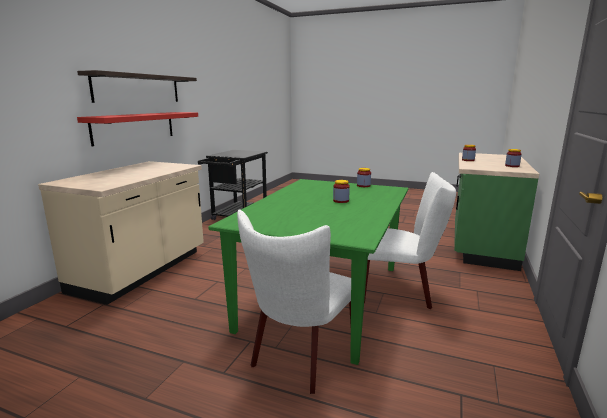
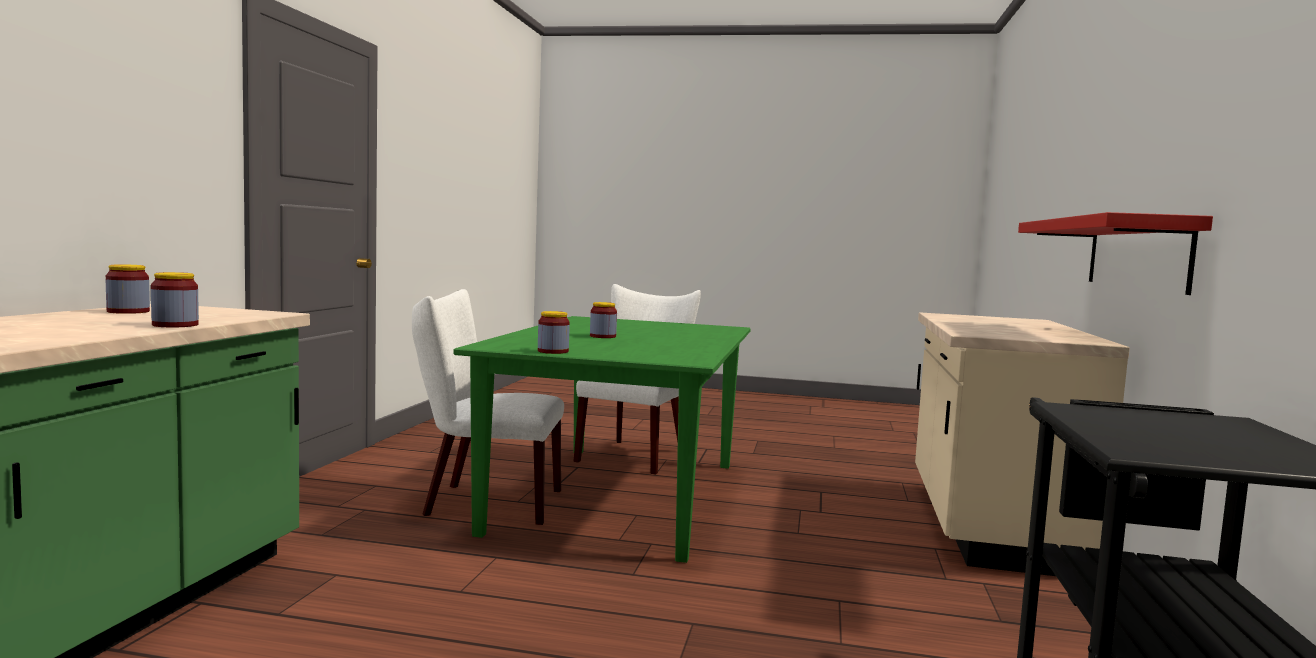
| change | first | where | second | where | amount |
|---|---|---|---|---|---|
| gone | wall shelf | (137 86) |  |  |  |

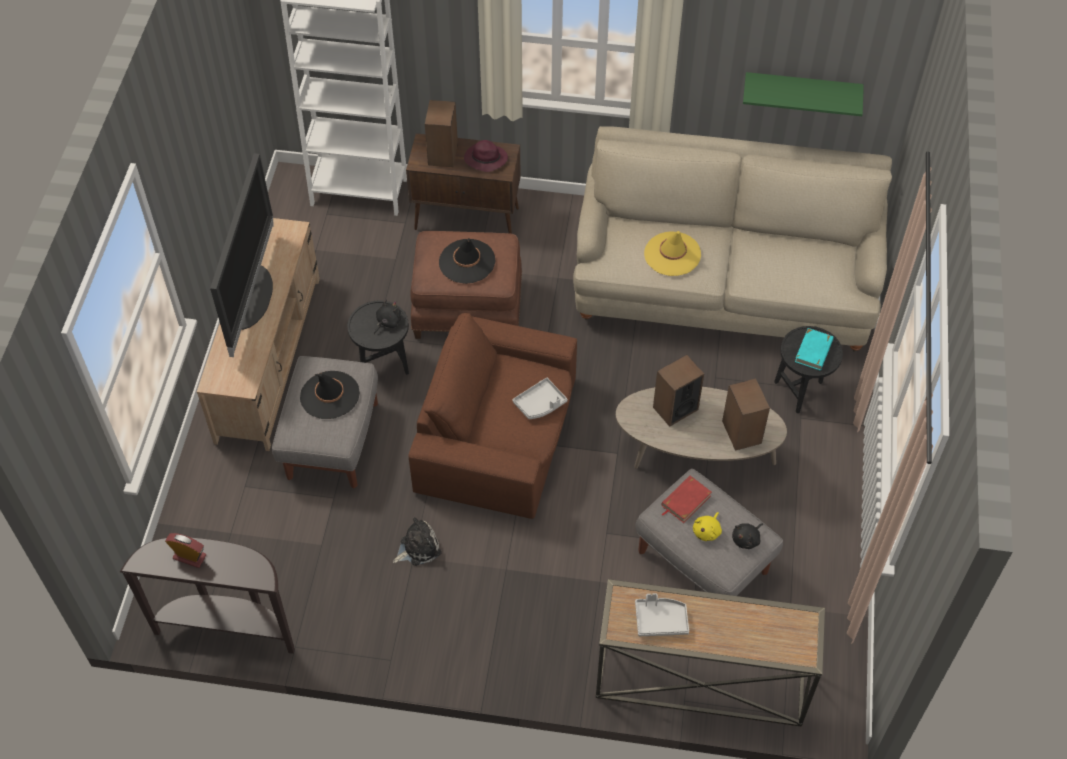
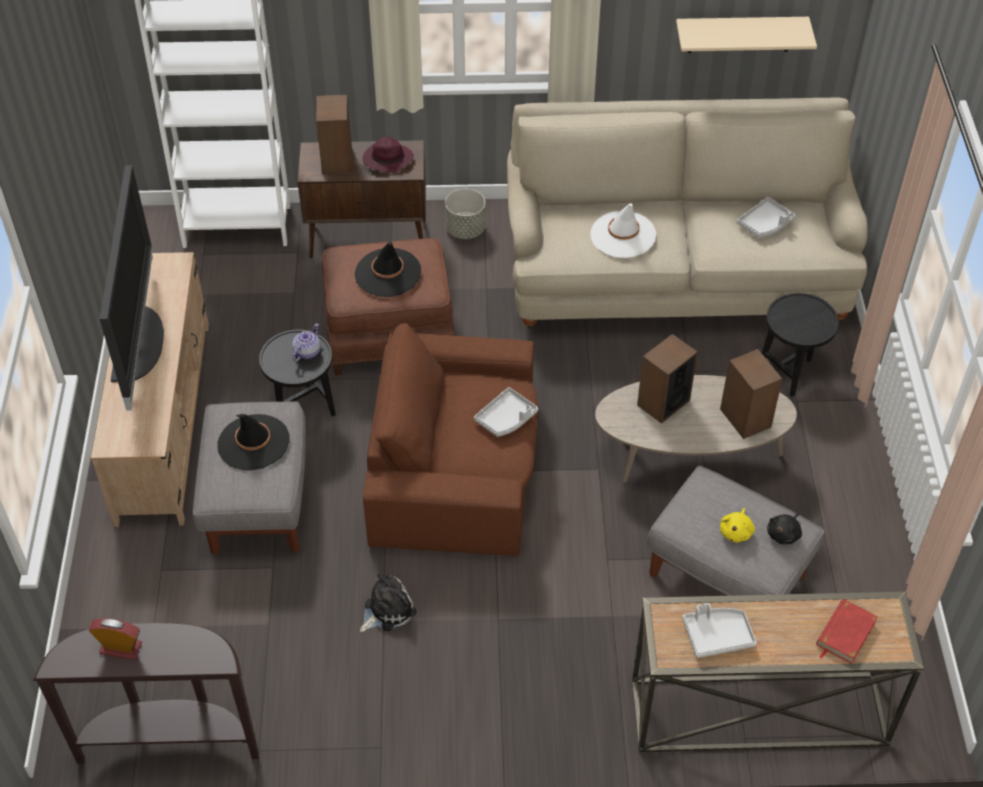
| change | first | where | second | where | amount |
|---|---|---|---|---|---|
| gone | blue-green volume | (814 349) |  |  |  |
| new |  |  | grey plant pot | (465 214) |  |
| new |  |  | grey serving tray | (766 217) |  |
| shifted | reddish volume | (686 499) |  | (847 631) |  |
| swapped | blackish cuddly toy | (387 317) | pot for tea | (306 342) |  |
| repainted | yellowish hat | (672 253) | white-coloured hat | (623 230) |  |
| repainted | greenish wall shelf | (803 94) | sand-coloured wall shelf | (746 35) |  |

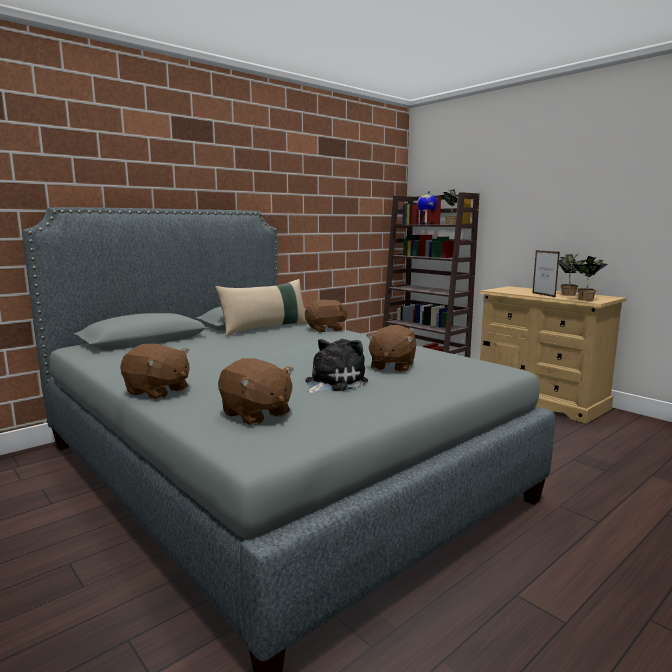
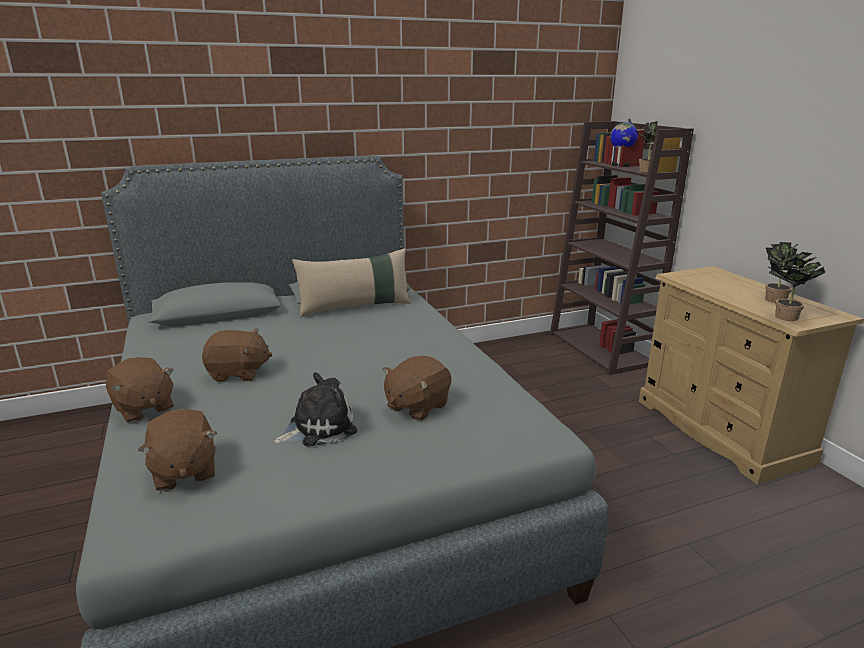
| change | first | where | second | where | amount |
|---|---|---|---|---|---|
| gone | standing frame | (546 273) |  |  |  |
| shifted | brown-coloured cuddly toy | (326 316) |  | (237 355) |  |

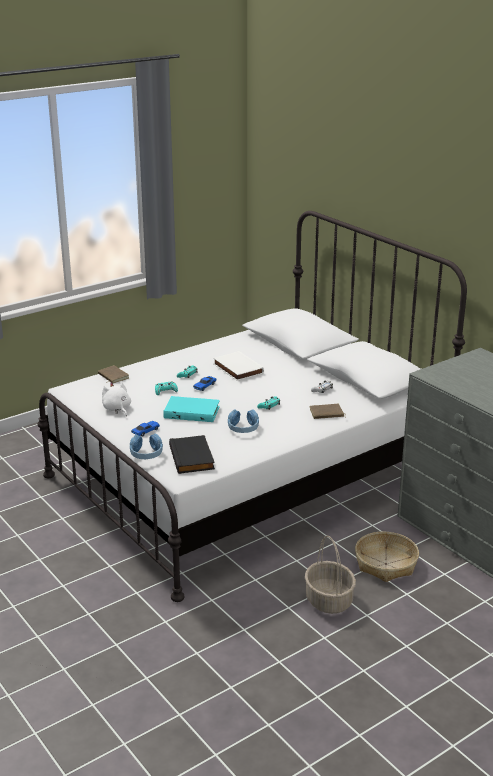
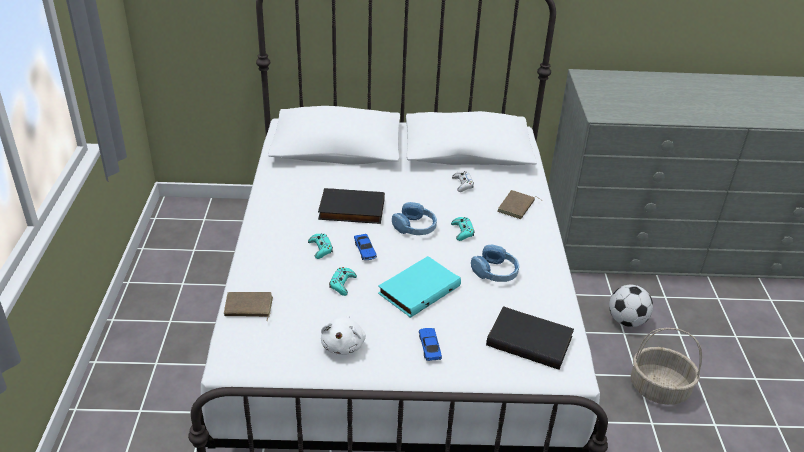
| change | first | where | second | where | amount |
|---|---|---|---|---|---|
| shifted | bluish headset | (146 446) |  | (414 218) |  |
| swapped | storage basket | (387 557) | football | (631 306) |  |
| repainted | white-coloured volume | (238 366) | blackish volume | (351 206) |  |
| rotated | white-coloured cuddly toy | (116 398) |  | (343 335) | 90 degrees counterclockwise |

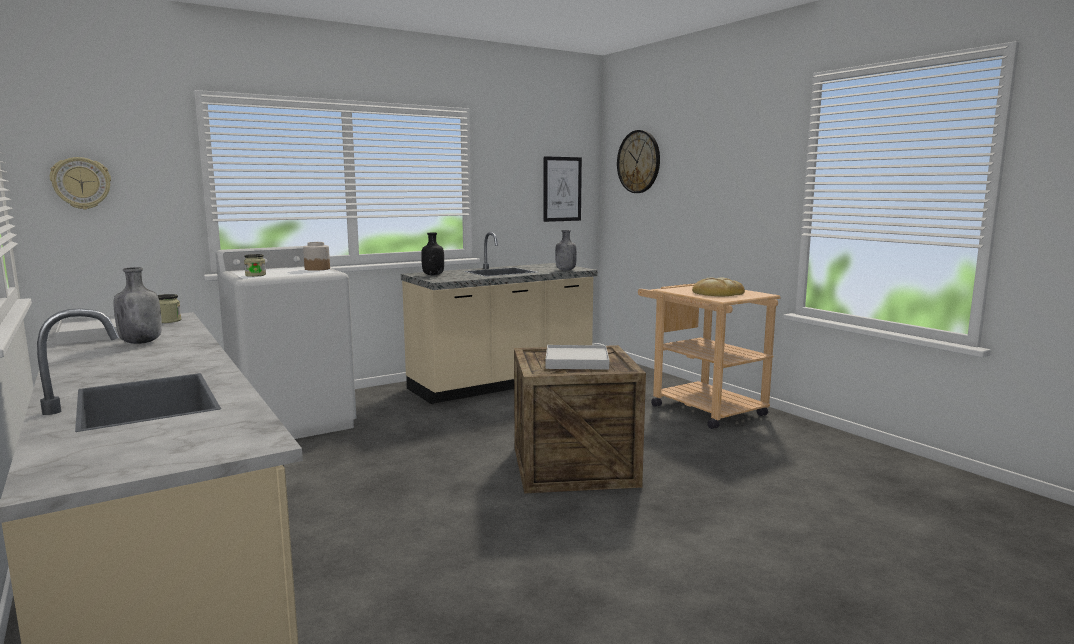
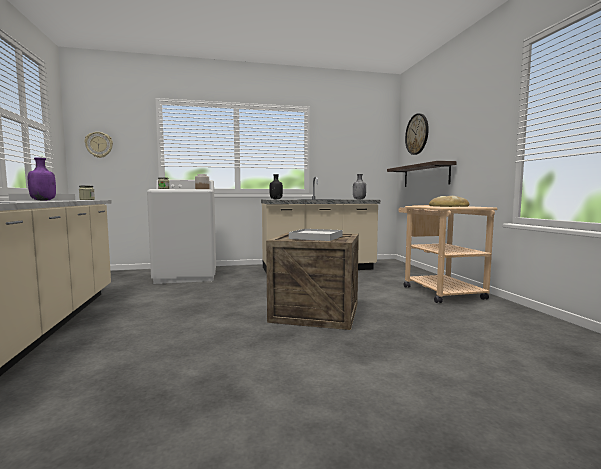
| change | first | where | second | where | amount |
|---|---|---|---|---|---|
| gone | wall picture | (563 189) |  |  |  |
| new |  |  | wall shelf | (422 174) |  |
| repainted | grey bottle | (137 305) | purple bottle | (42 179) |  |

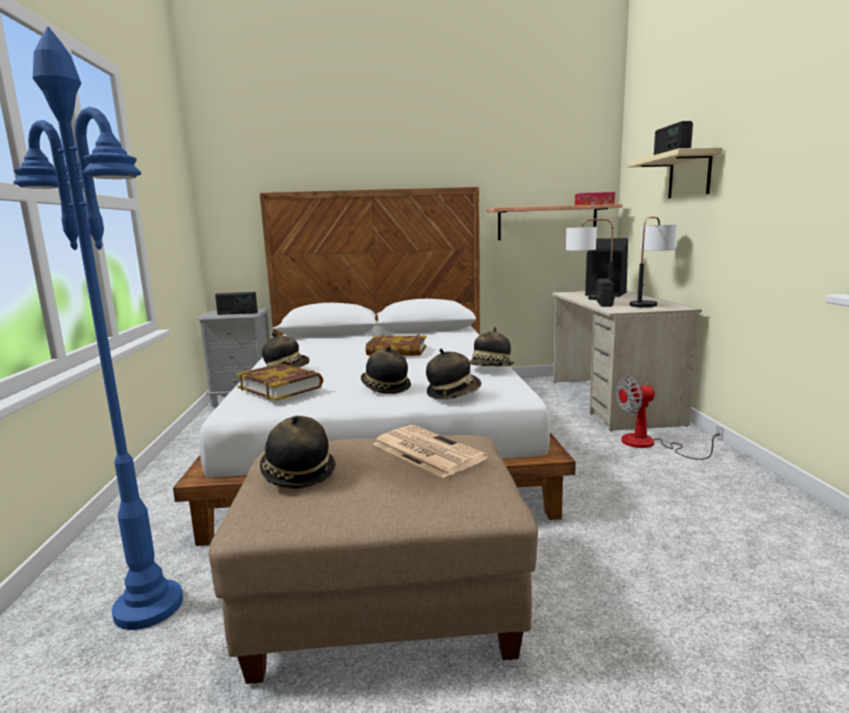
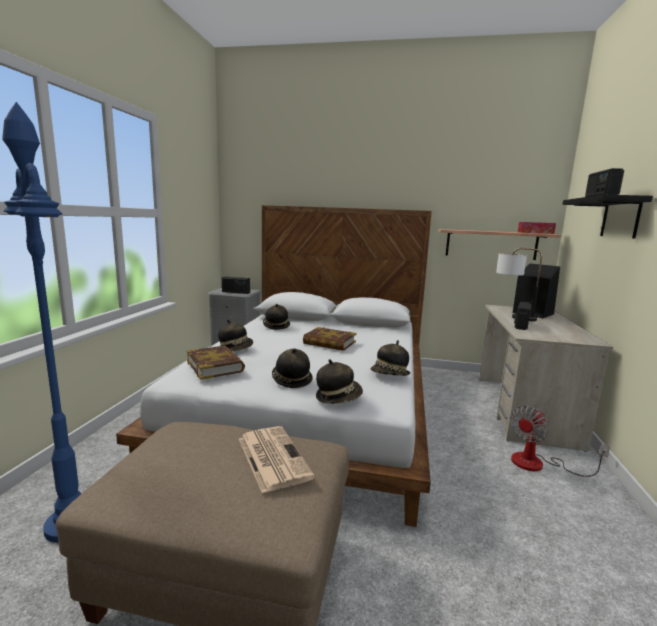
| change | first | where | second | where | amount |
|---|---|---|---|---|---|
| gone | tabletop lamp | (653 261) |  |  |  |
| shifted | hat | (298 452) |  | (276 317) |  |
| repainted | sand-coloured wall shelf | (675 172) | blackish wall shelf | (607 216) |  |
| rotated | cooling fan | (670 418) |  | (560 441) | 45 degrees counterclockwise |

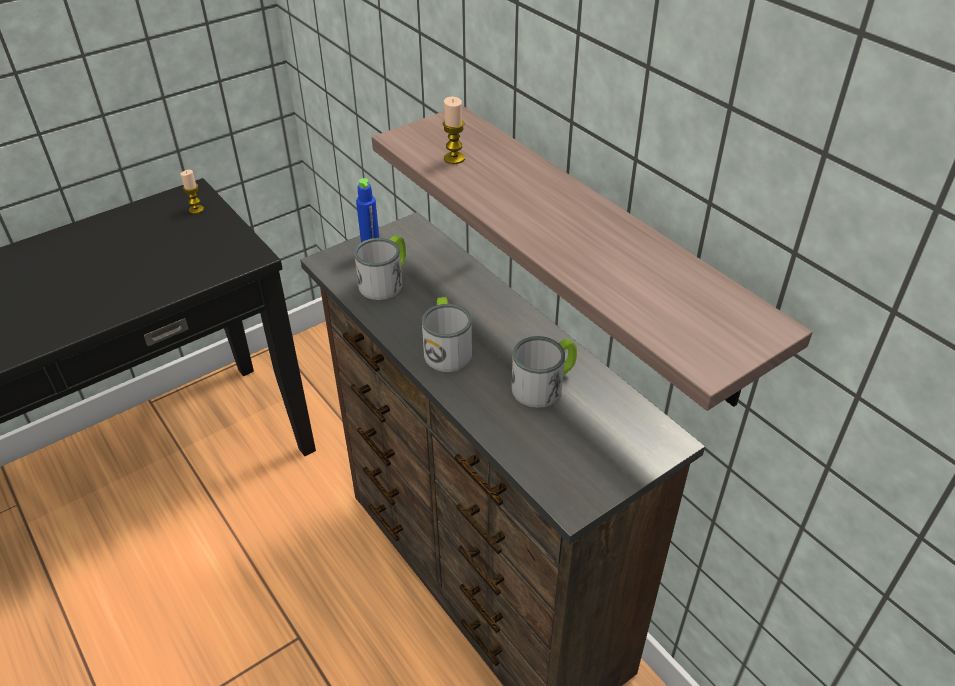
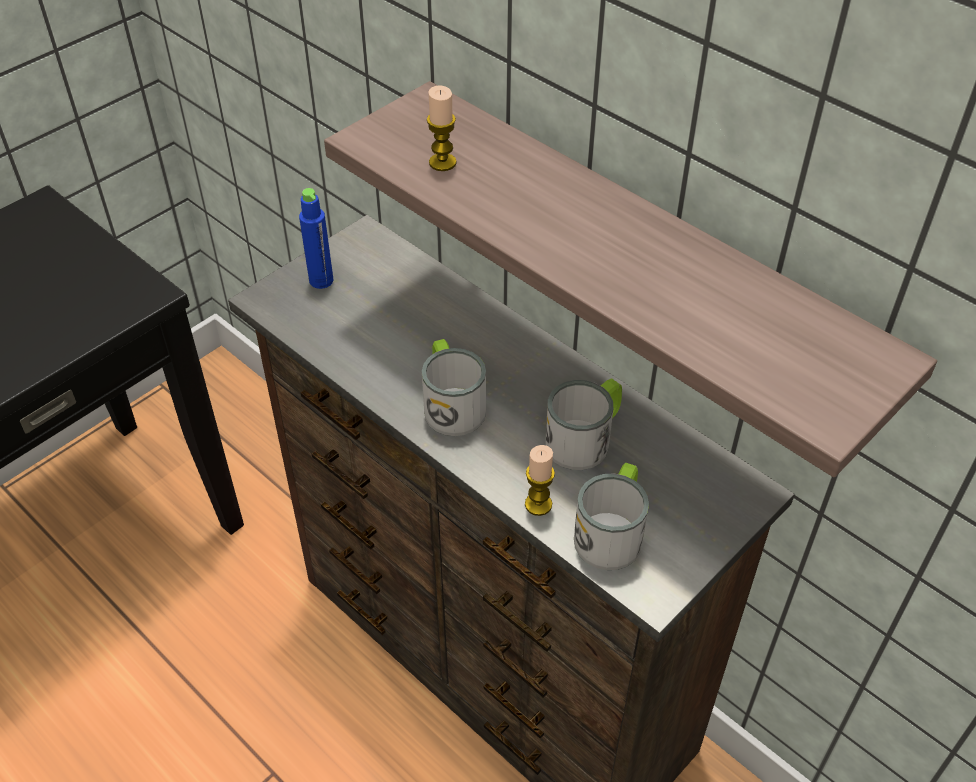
| change | first | where | second | where | amount |
|---|---|---|---|---|---|
| shifted | wax candle | (192 192) |  | (540 480) |  |
| shifted | coffee mug | (380 267) |  | (611 516) |  |

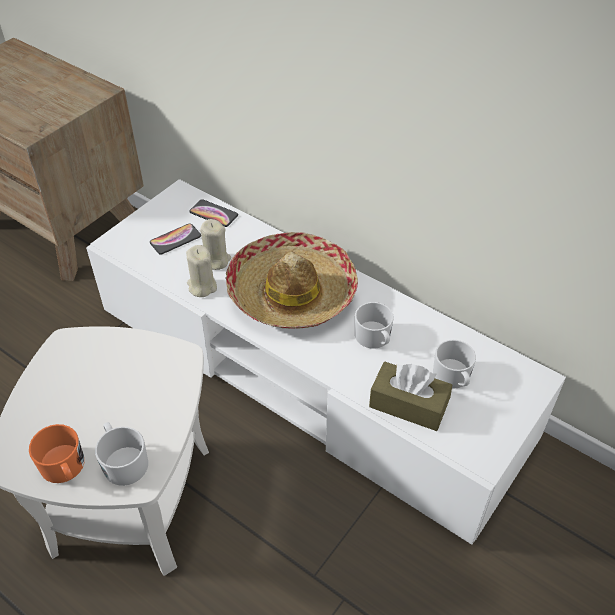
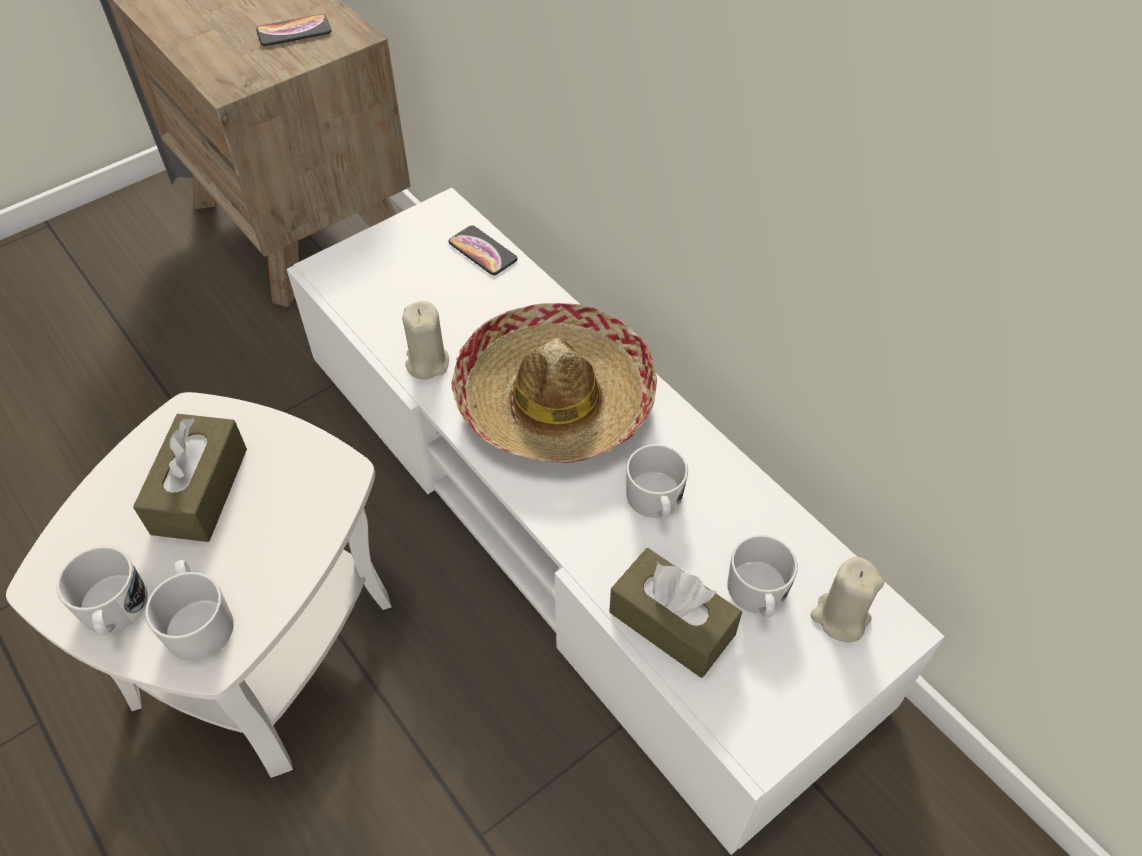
| change | first | where | second | where | amount |
|---|---|---|---|---|---|
| new |  |  | brown-coloured box of tissues | (190 478) |  |
| shifted | phone | (175 238) |  | (293 30) |  |
| shifted | sand-coloured wax candle | (215 244) |  | (847 599) |  |
| repainted | orangey coffee mug | (57 453) | white-coloured coffee mug | (102 591) |  |

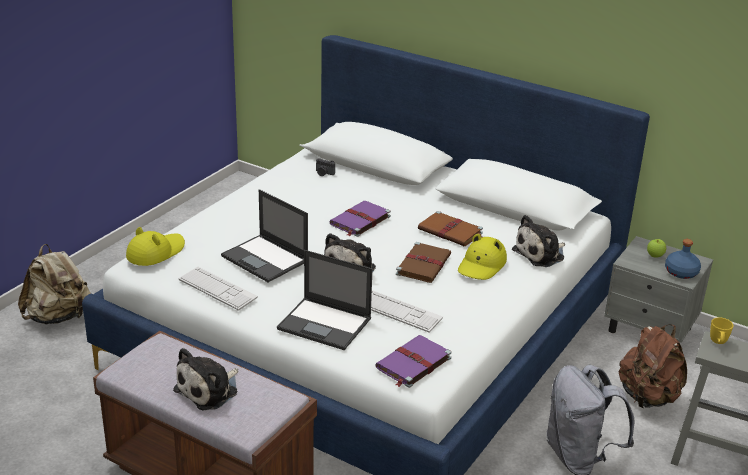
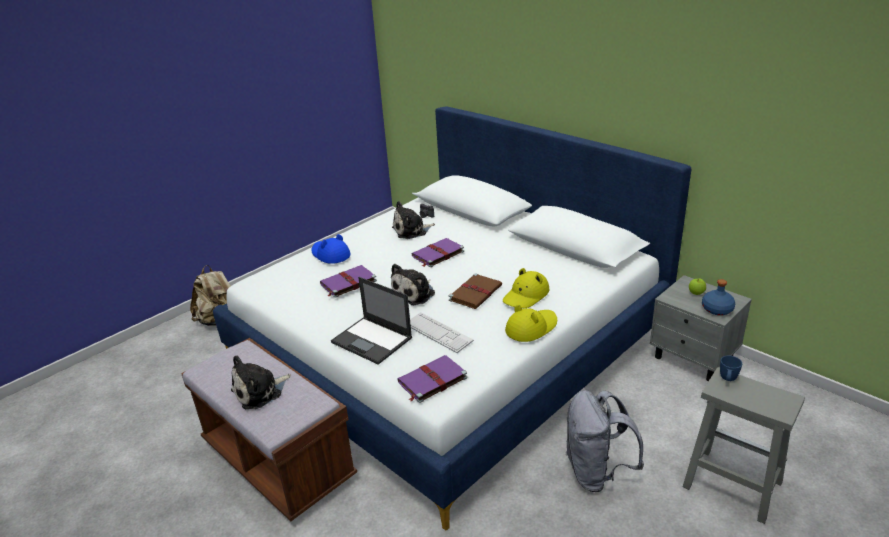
| change | first | where | second | where | amount |
|---|---|---|---|---|---|
| gone | keyboard | (218 289) |  |  |  |
| gone | brown-coloured volume | (450 228) |  |  |  |
| gone | brown-coloured rucksack | (653 366) |  |  |  |
| new |  |  | bluish hat | (331 249) |  |
| shifted | yellowish hat | (155 246) |  | (531 323) |  |
| shifted | cuddly toy | (538 241) |  | (413 220) |  |
| swapped | notebook computer | (264 235) | purple volume | (348 281) |  |
| repainted | yellowish coffee mug | (721 330) | bluish coffee mug | (731 368) |  |

